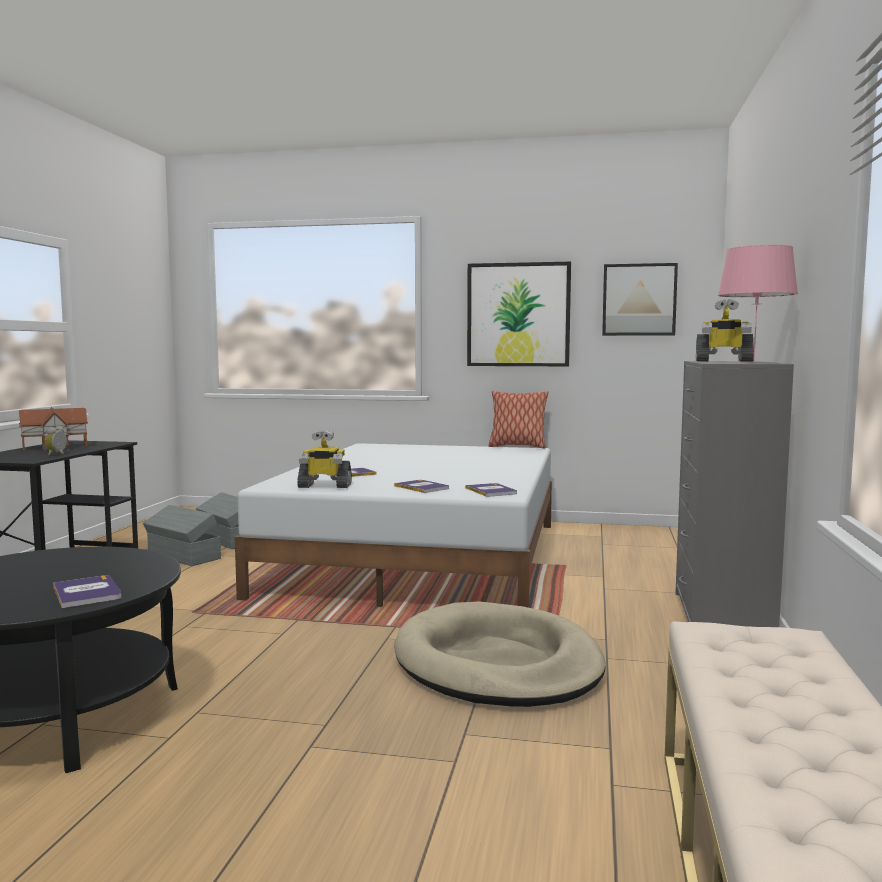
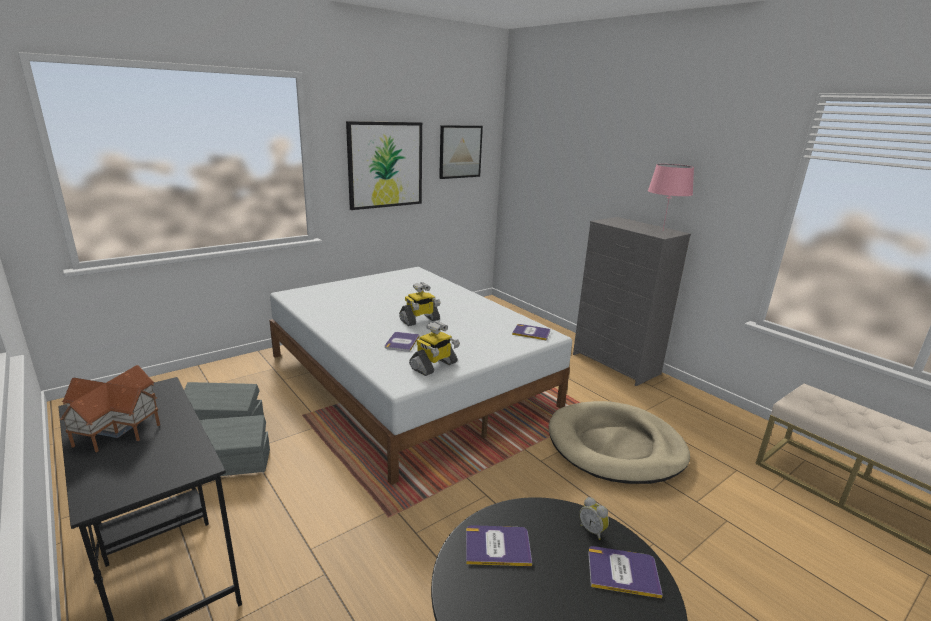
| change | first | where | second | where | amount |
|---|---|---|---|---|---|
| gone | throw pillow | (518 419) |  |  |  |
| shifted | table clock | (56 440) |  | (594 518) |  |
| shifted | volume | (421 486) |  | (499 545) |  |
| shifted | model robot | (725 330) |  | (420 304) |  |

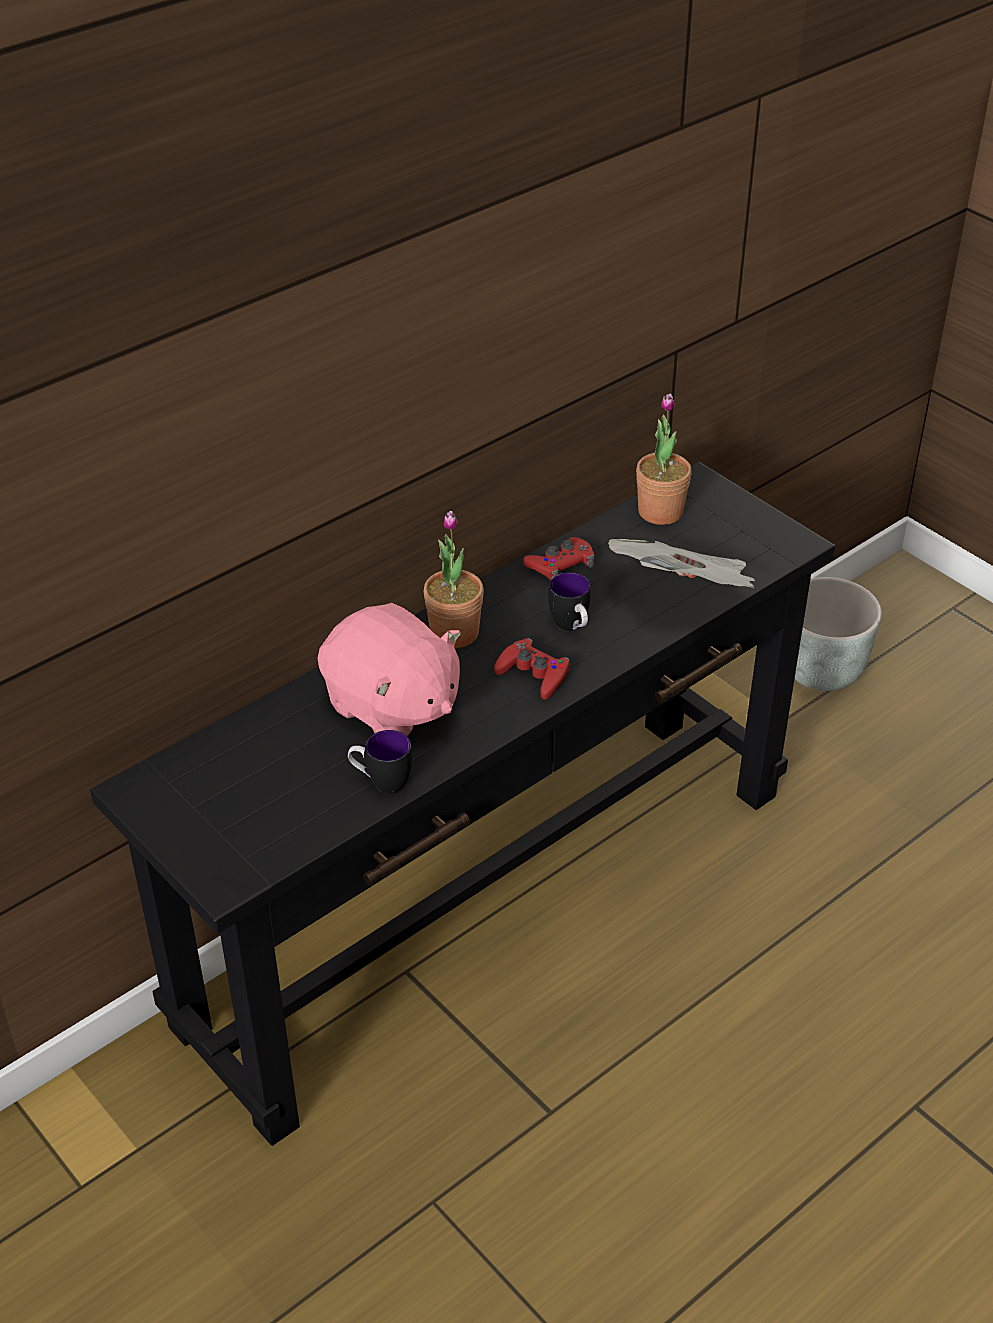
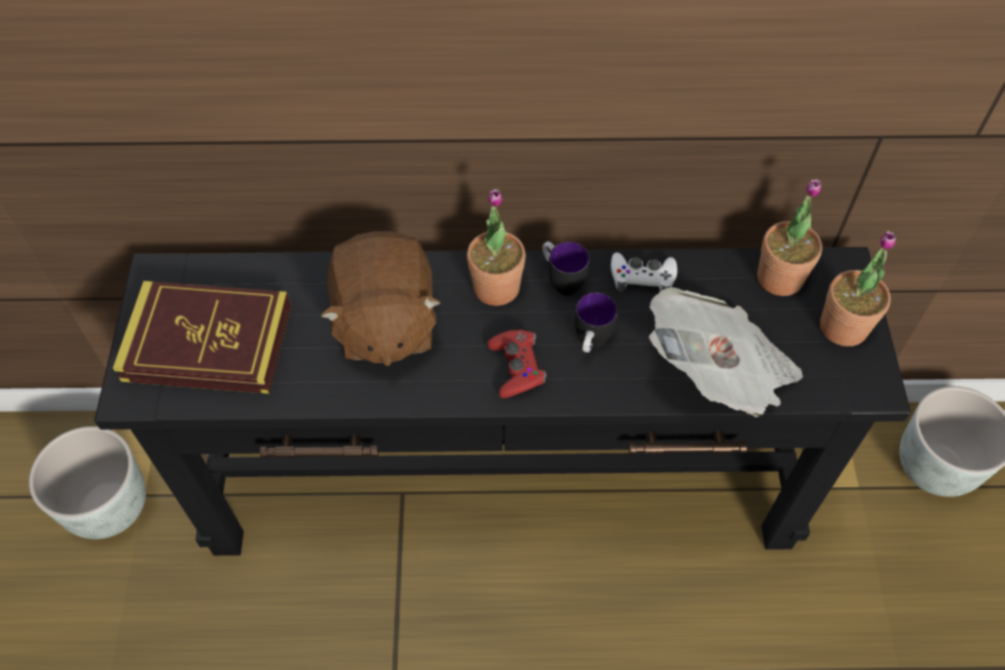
| change | first | where | second | where | amount |
|---|---|---|---|---|---|
| new |  |  | grey plant pot | (87 482) |  |
| new |  |  | volume | (202 337) |  |
| new |  |  | houseplant | (858 288) |  |
| shifted | coffee mug | (380 762) |  | (566 268) |  |
| repainted | pink cuddly toy | (389 670) | brown-coloured cuddly toy | (381 298) |  |
| repainted | reddish gamepad | (559 558) | white-coloured gamepad | (644 272) |  |

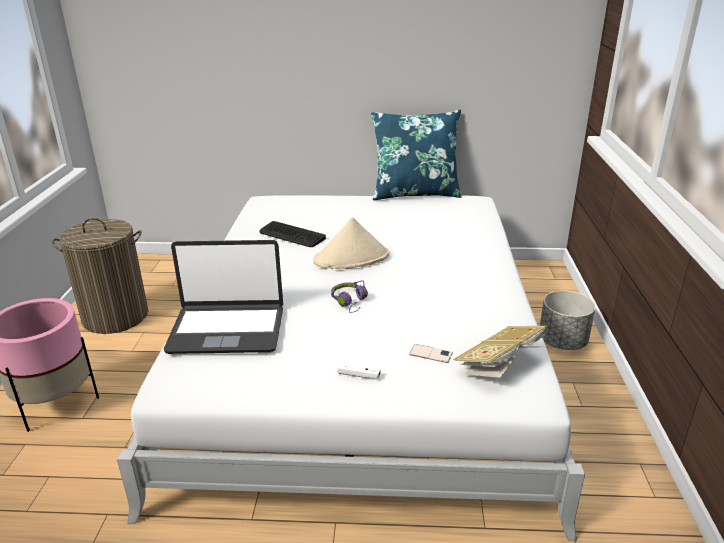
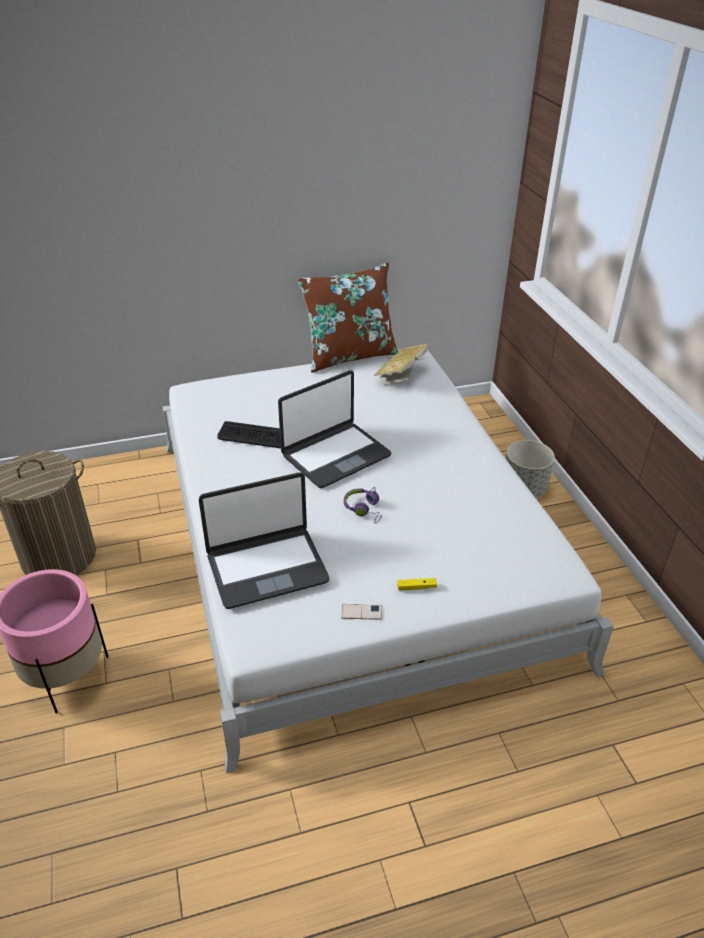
| change | first | where | second | where | amount |
|---|---|---|---|---|---|
| shifted | phone | (431 353) |  | (361 612) |  |
| shifted | volume | (500 352) |  | (401 363) |  |
| swapped | sand-coloured hat | (351 243) | notebook computer | (335 429) |  |
| repainted | white-coloured gamepad | (359 370) | yellowish gamepad | (417 584) |  |
| repainted | bluish throw pillow | (416 155) | brown-coloured throw pillow | (347 318) |  |

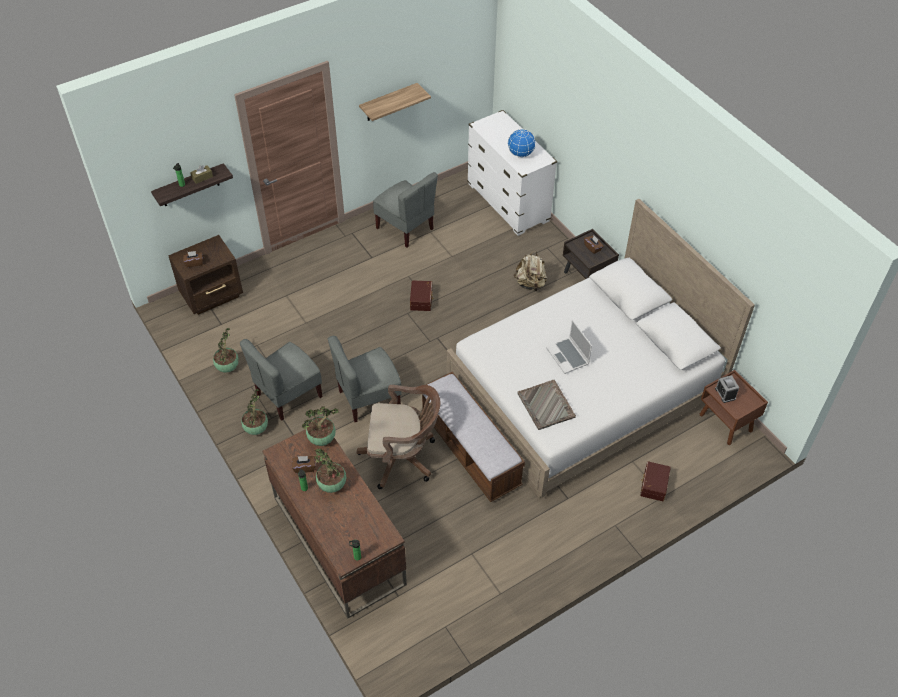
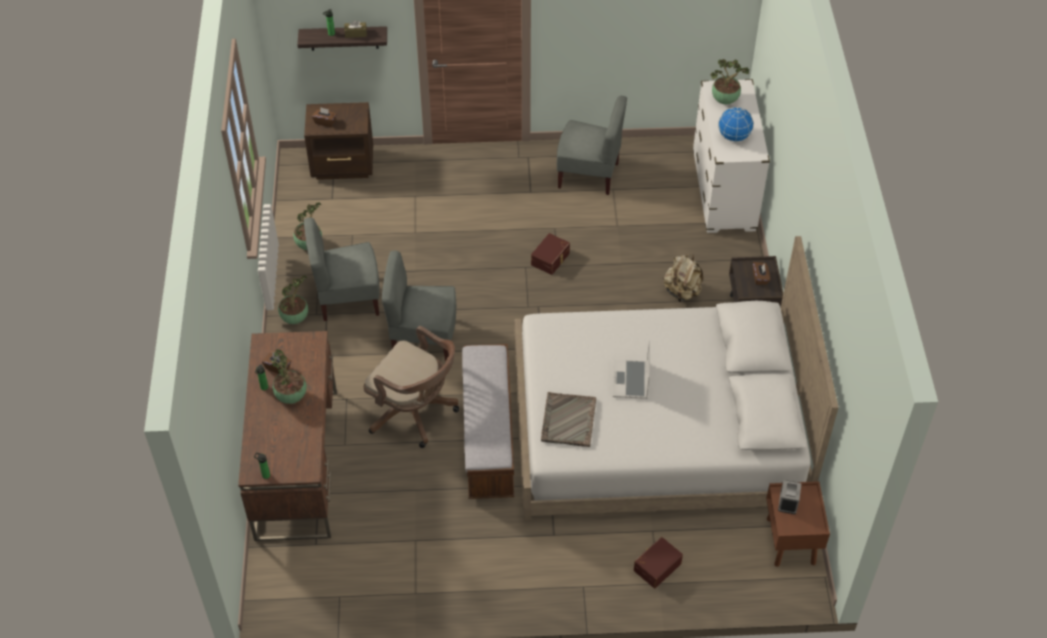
| change | first | where | second | where | amount |
|---|---|---|---|---|---|
| gone | wall shelf | (395 102) |  |  |  |
| shifted | houseplant | (320 426) |  | (729 81) |  |
| rotated | grey plain chair | (405 210) |  | (592 145) | 60 degrees counterclockwise |

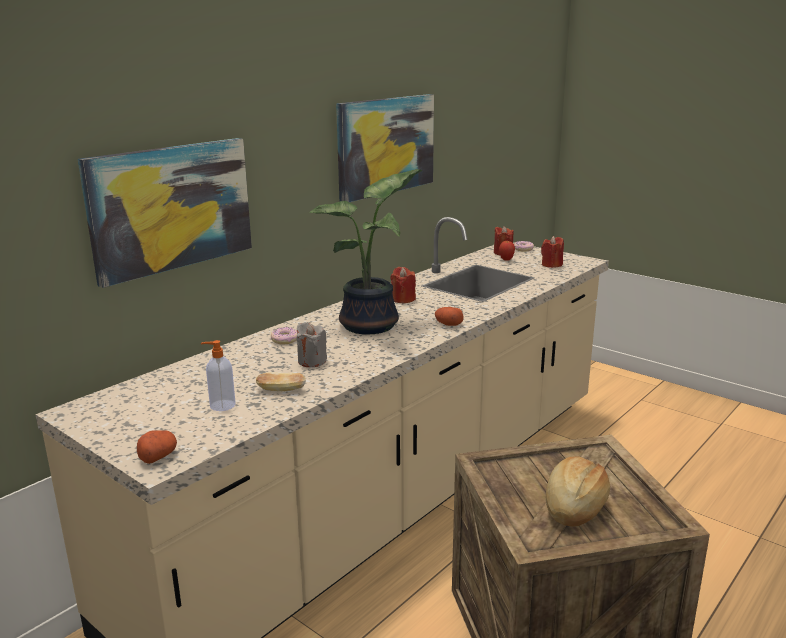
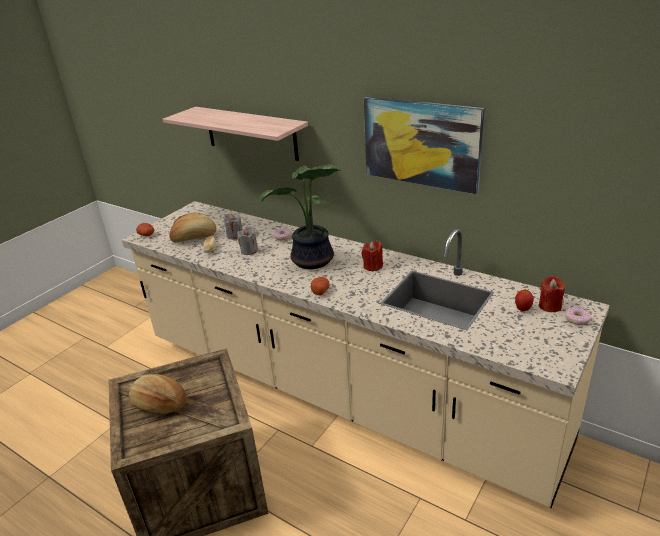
| change | first | where | second | where | amount |
|---|---|---|---|---|---|
| gone | reddish wax candle | (552 252) |  |  |  |
| new |  |  | grey wax candle | (233 227) |  |
| swapped | wall picture | (165 213) | wall shelf | (235 134) |  |
| swapped | soap dispenser | (218 375) | baked bread | (192 227) |  |

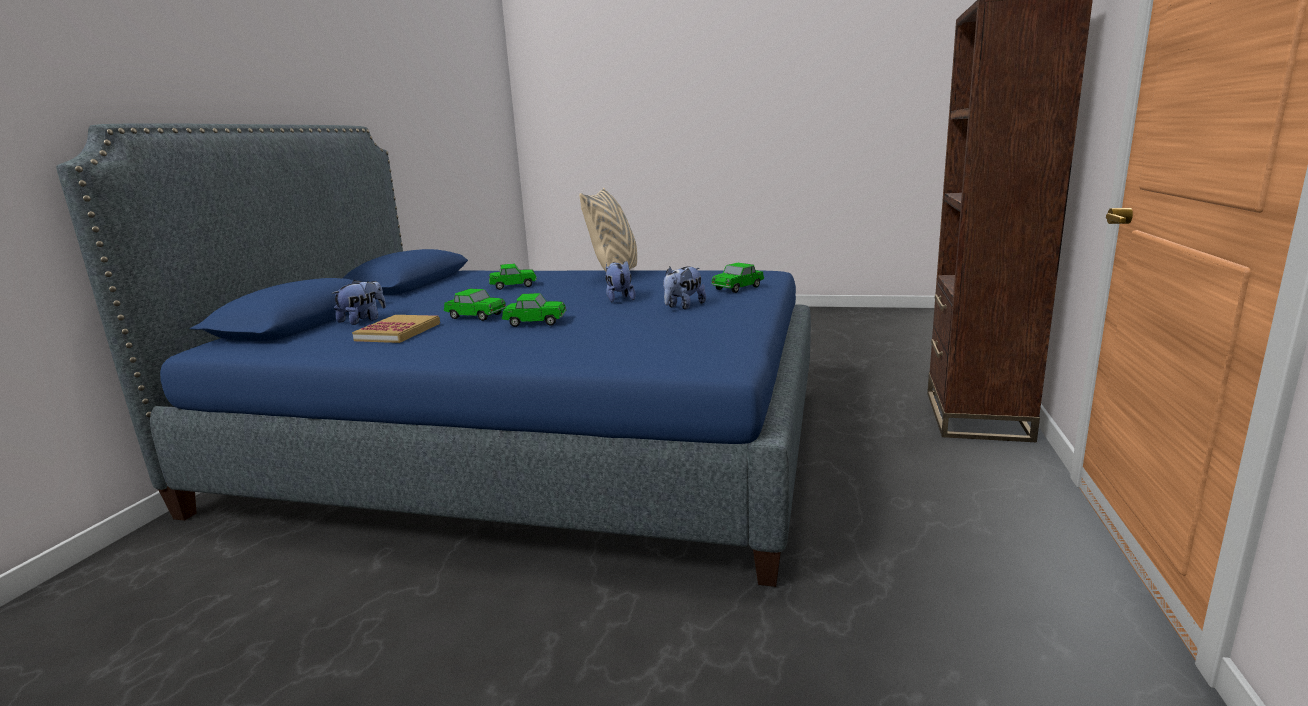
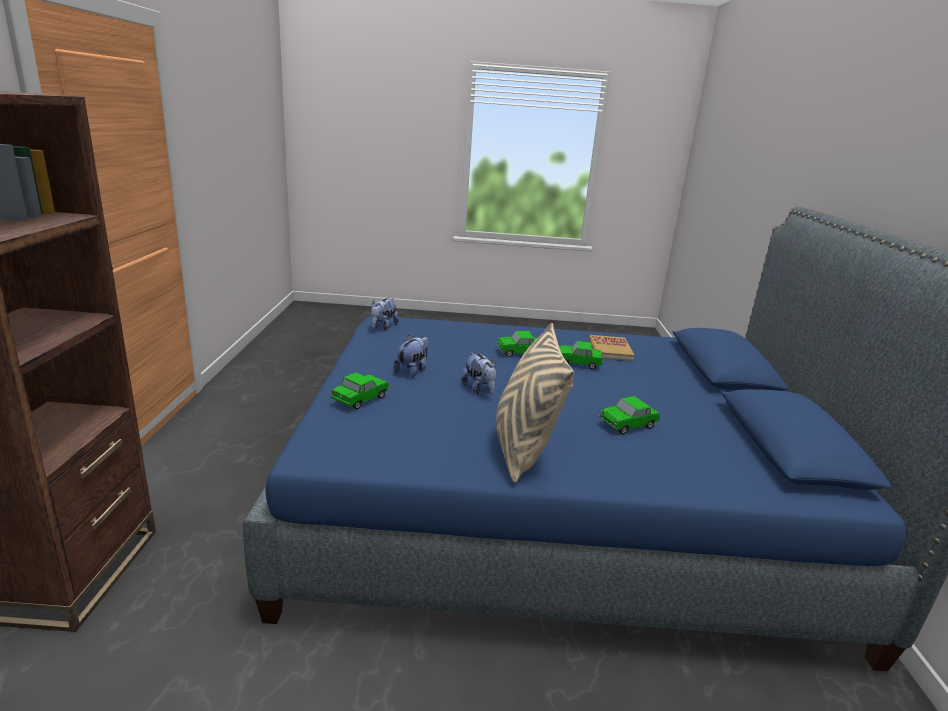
| change | first | where | second | where | amount |
|---|---|---|---|---|---|
| shifted | cuddly toy | (359 302) |  | (385 314) |  |

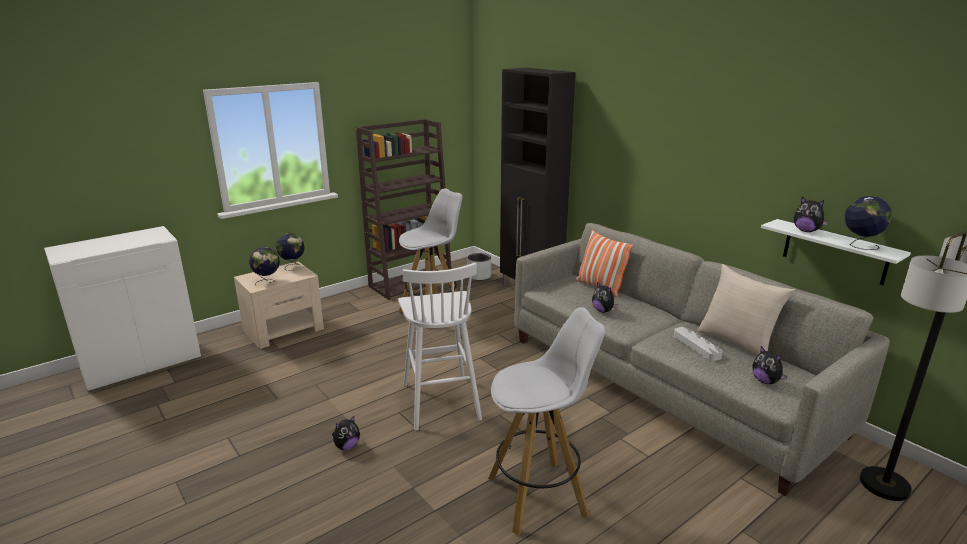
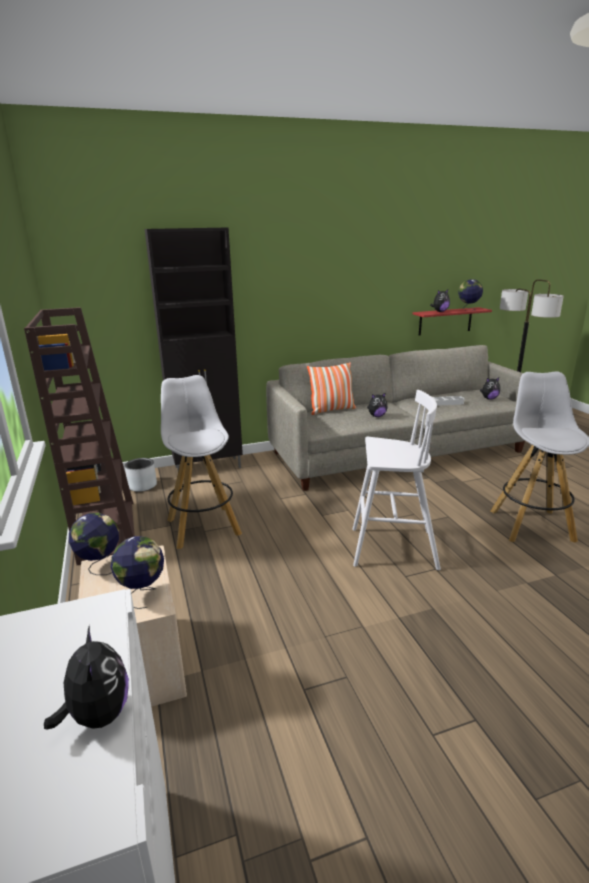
| change | first | where | second | where | amount |
|---|---|---|---|---|---|
| gone | sand-coloured throw pillow | (746 310) |  |  |  |
| shifted | cuddly toy | (346 433) |  | (86 677) |  |
| repainted | white-coloured wall shelf | (836 252) | reddish wall shelf | (452 321) |  |

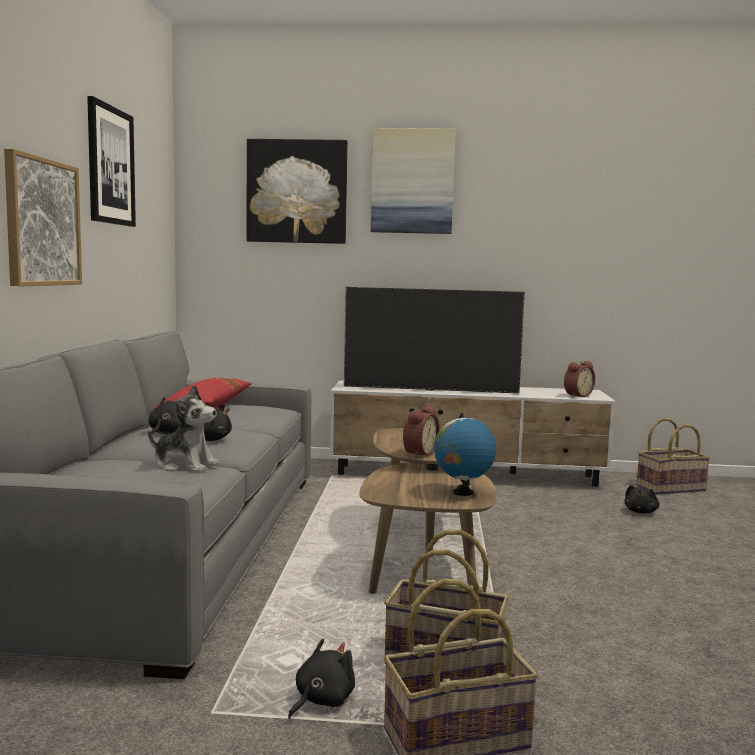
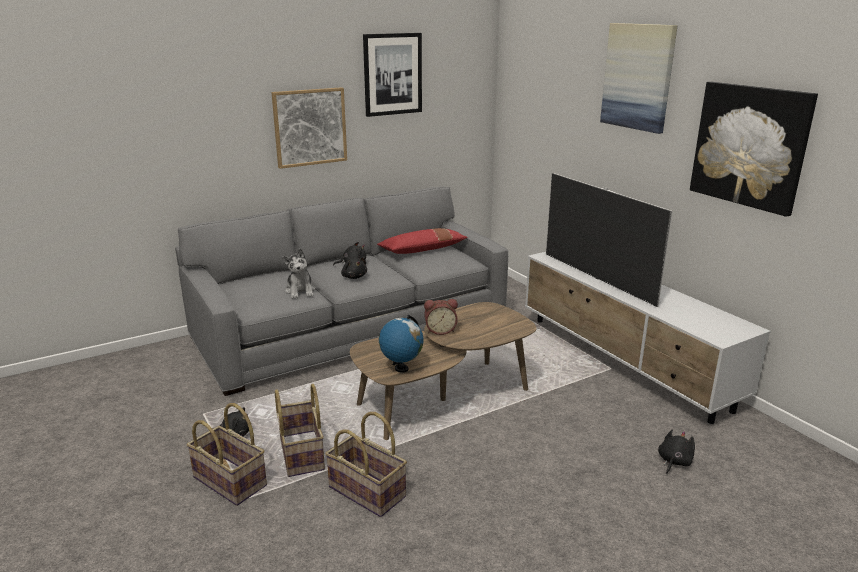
| change | first | where | second | where | amount |
|---|---|---|---|---|---|
| gone | table clock | (579 379) |  |  |  |
| shifted | wall picture | (297 191) |  | (754 149) |  |
| shifted | storage basket | (673 456) |  | (366 464) |  |
| rotated | blackish cuddly toy | (642 499) |  | (676 452) | 135 degrees clockwise |

